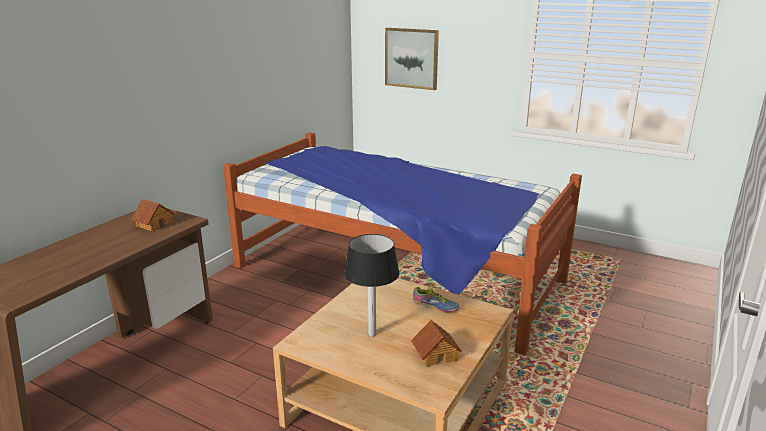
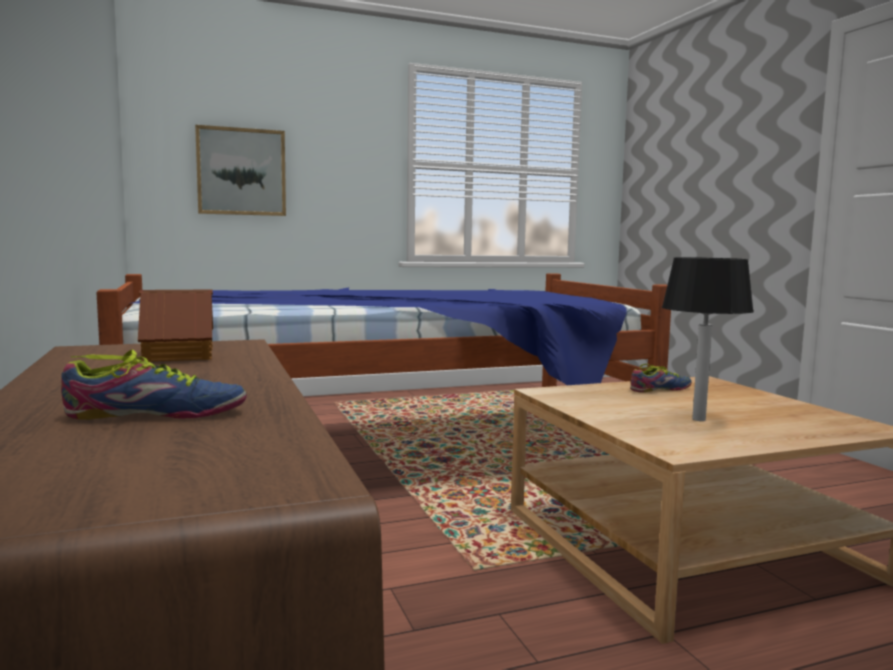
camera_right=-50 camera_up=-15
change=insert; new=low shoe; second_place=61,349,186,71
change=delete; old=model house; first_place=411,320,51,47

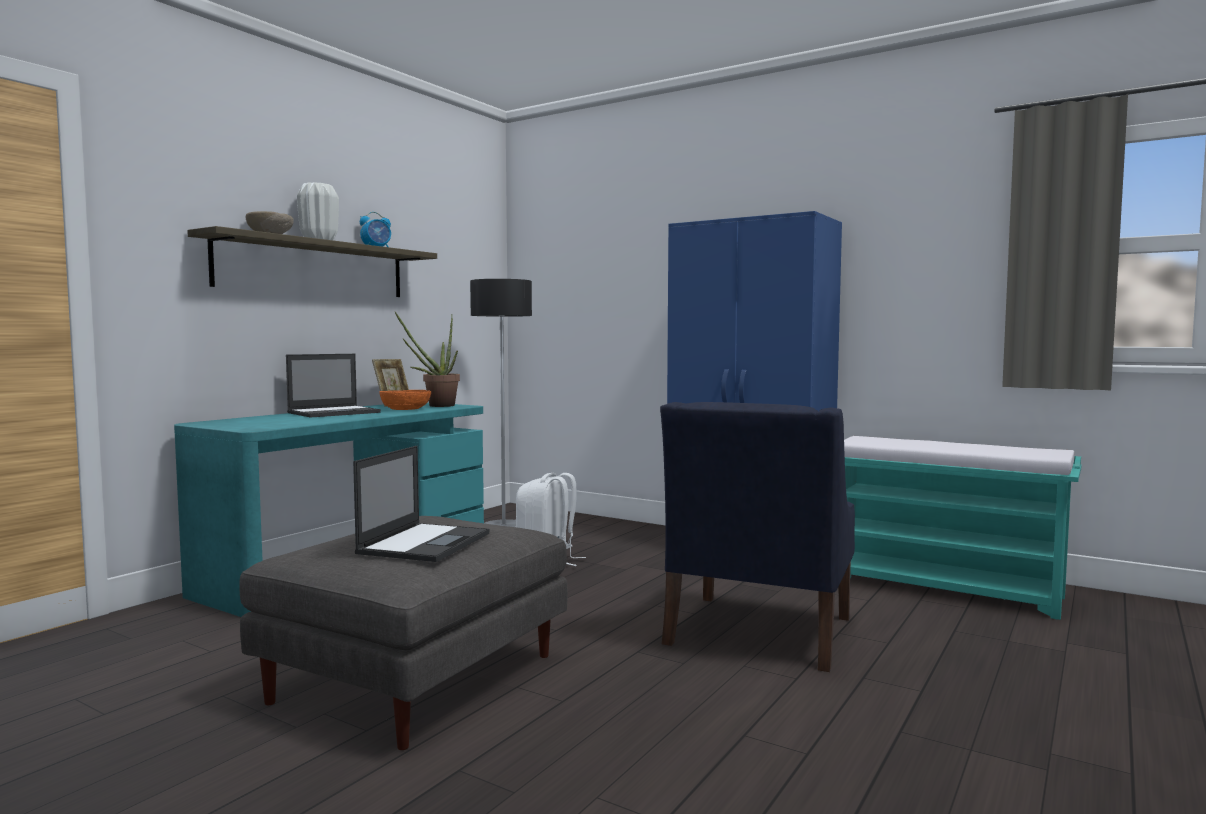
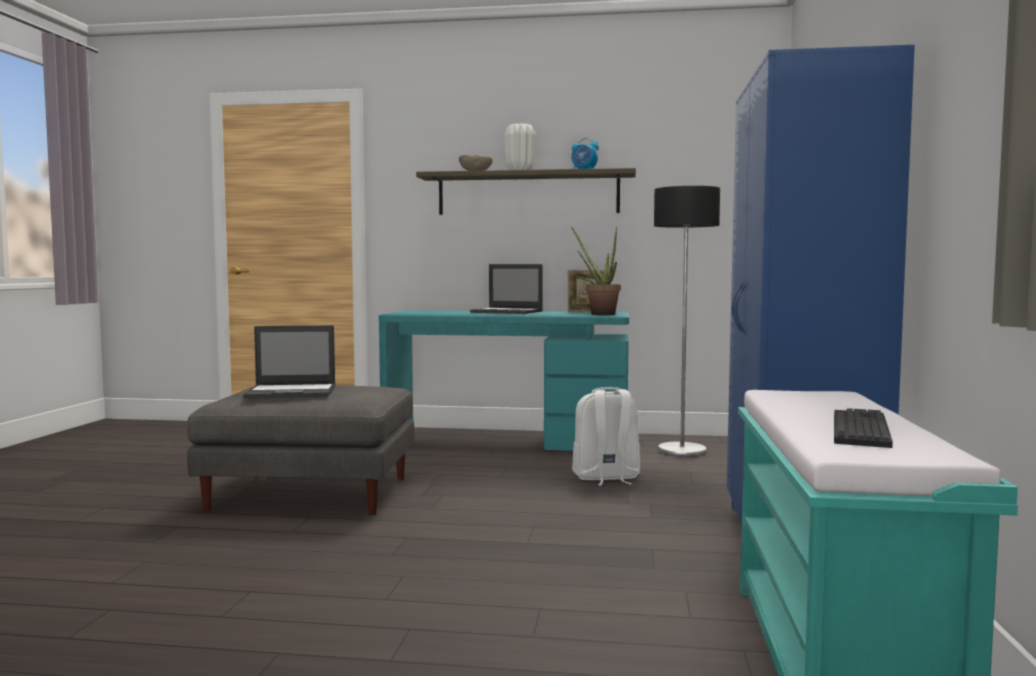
camera_right=65 camera_up=0
change=insert; new=computer keyboard; second_place=834,408,59,40
change=delete; old=orangey serving bowl; first_place=380,390,51,20
change=delete; old=bluish easy chair; first_place=660,402,195,270

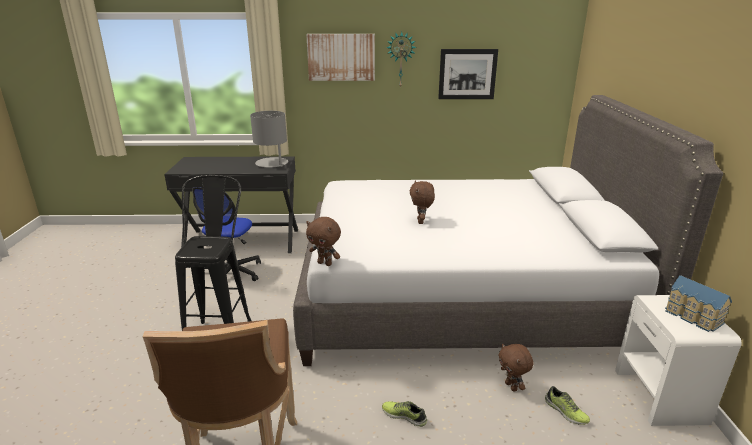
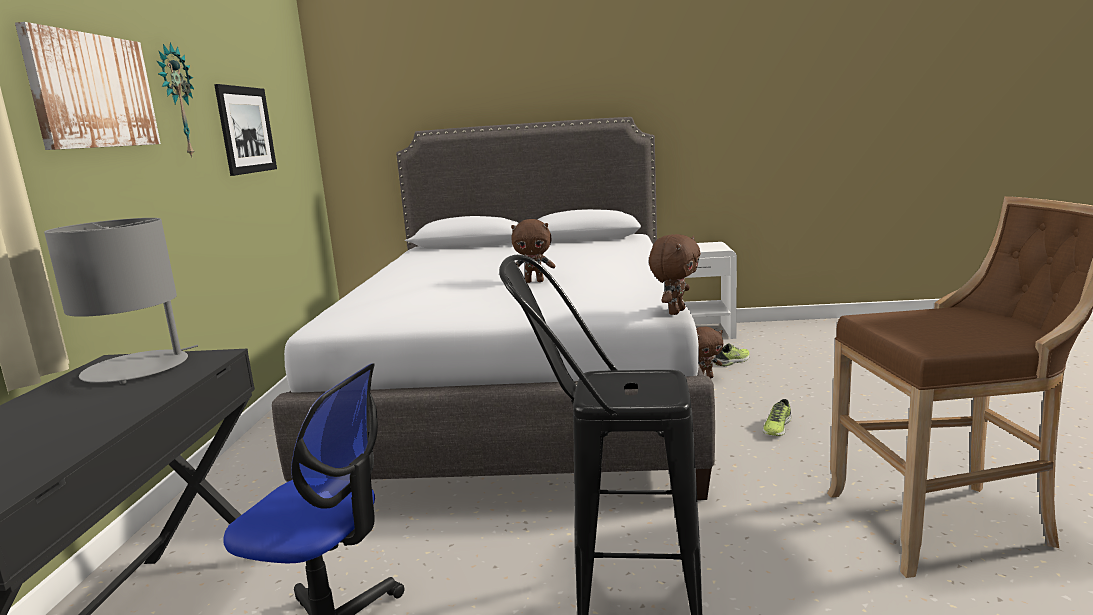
camera_right=-85 camera_up=-10
change=delete; old=model house; first_place=665,275,67,57

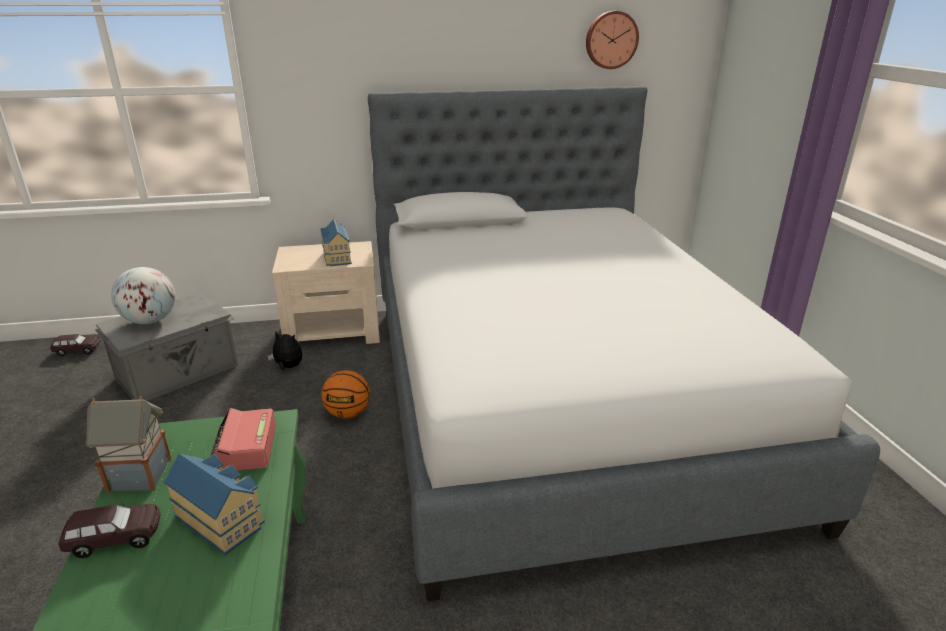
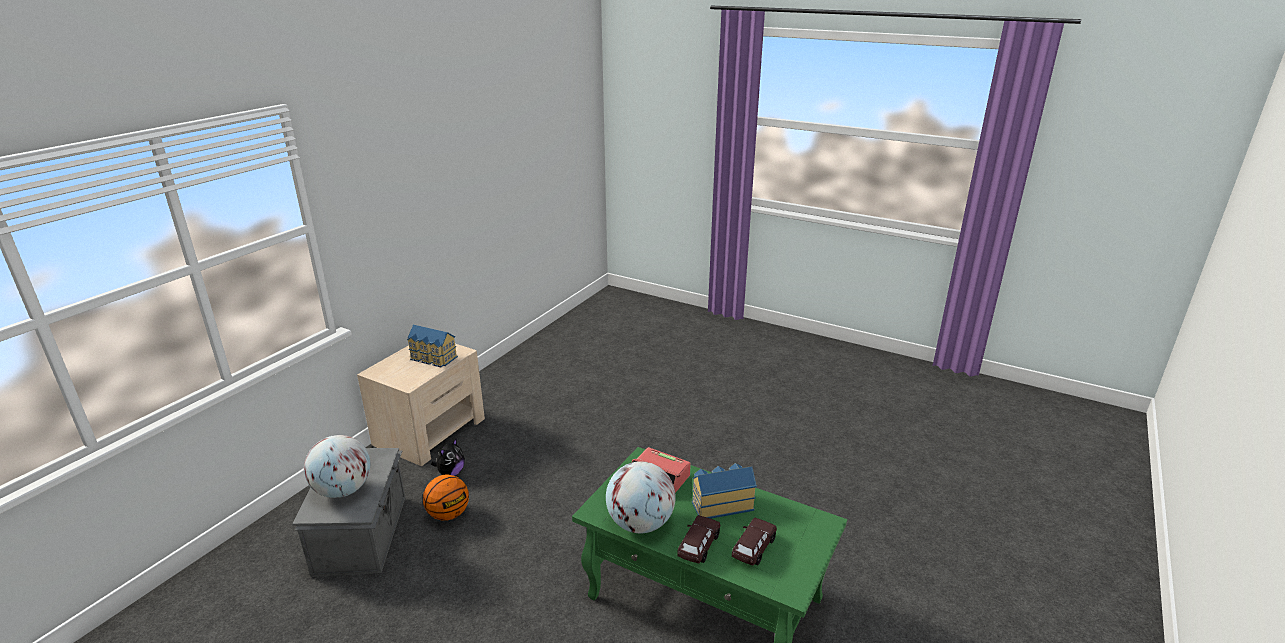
camera_right=-50 camera_up=0
change=move; old=ball for basketball; first_place=321,370,49,48; second_place=423,475,46,46
change=rotate; old=soft toy; first_place=268,331,34,39; second_place=431,438,34,38; degrees=150
change=replace; old=model house; new=world globe; first_place=86,396,85,97; second_place=606,461,70,72
change=move; old=brown toy car; first_place=50,334,50,22; second_place=732,518,45,48
change=delete; old=sleeping bed; first_place=368,86,512,515
change=delete; old=clock on the wall; first_place=586,11,53,58

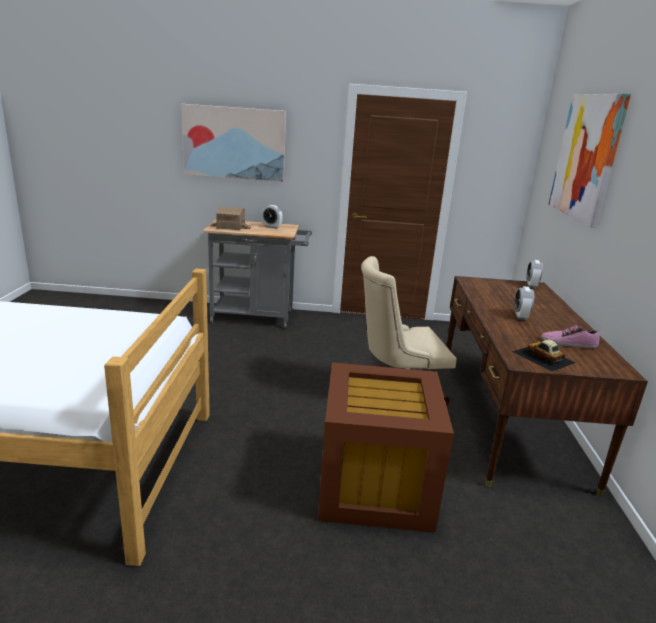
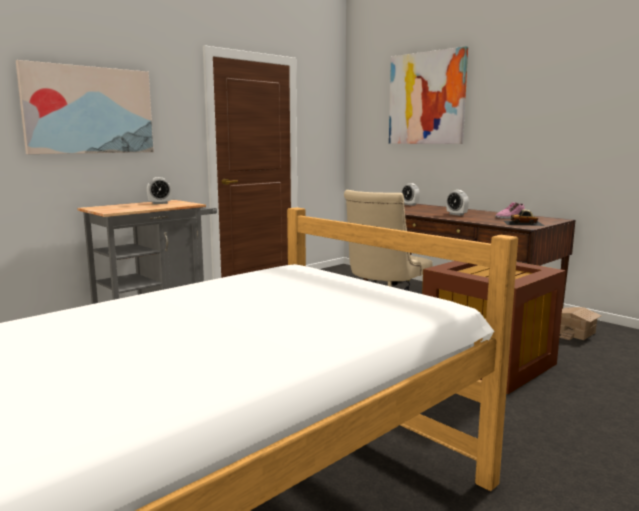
camera_right=-45 camera_up=-10
change=move; old=model house; first_place=211,207,40,23; second_place=559,307,43,33

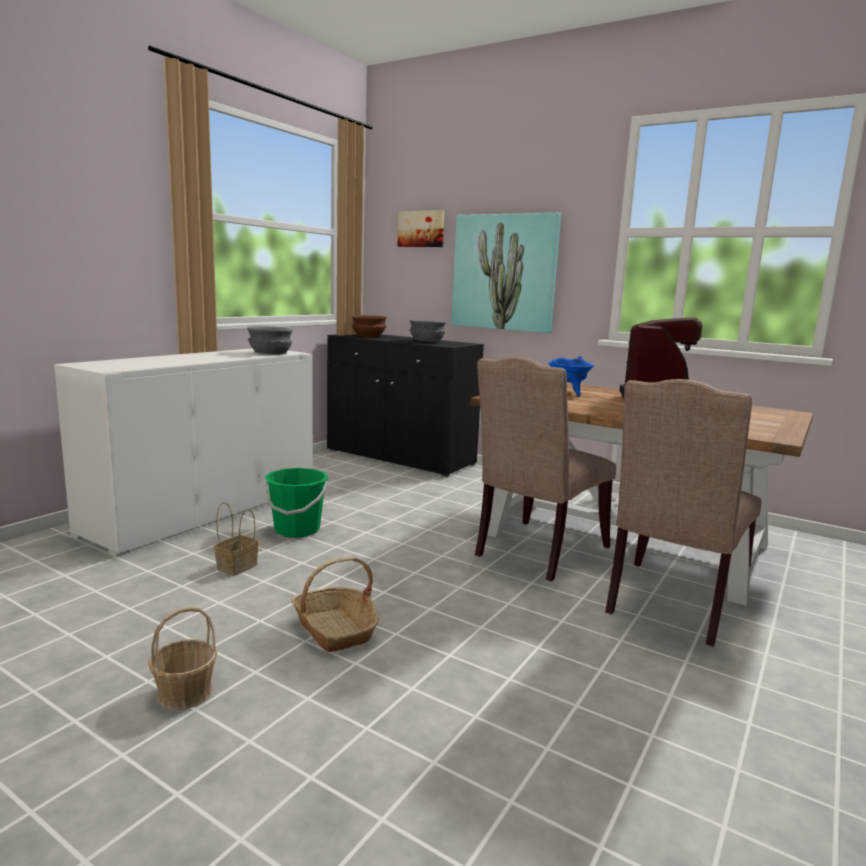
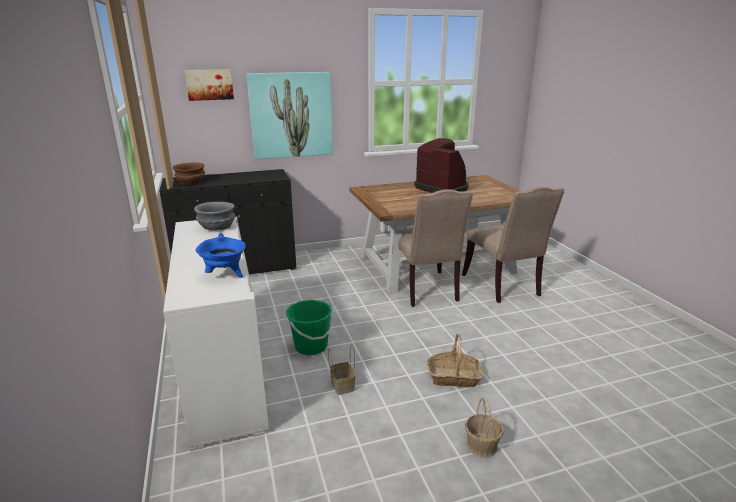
camera_right=-50 camera_up=10
change=move; old=bluish stockpot; first_place=548,356,46,40; second_place=196,233,50,45
change=delete; old=grey serving bowl; first_place=409,319,37,23

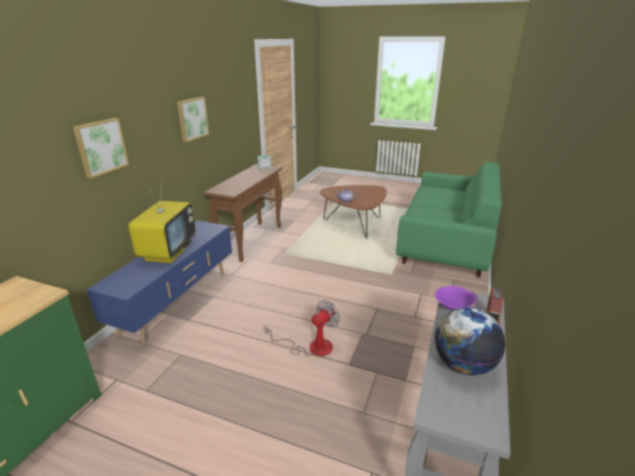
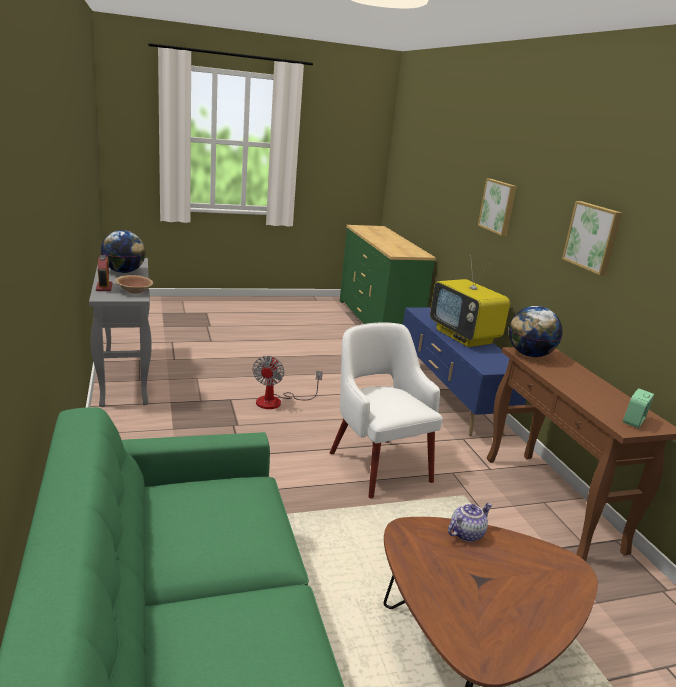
camera_right=140 camera_up=-5
change=recolor; old=purplish serving bowl; new=brown serving bowl; first_place=435,286,44,25; second_place=115,275,38,19
change=insert; new=white easy chair; second_place=330,323,113,176
change=insert; new=world globe; second_place=509,306,54,51

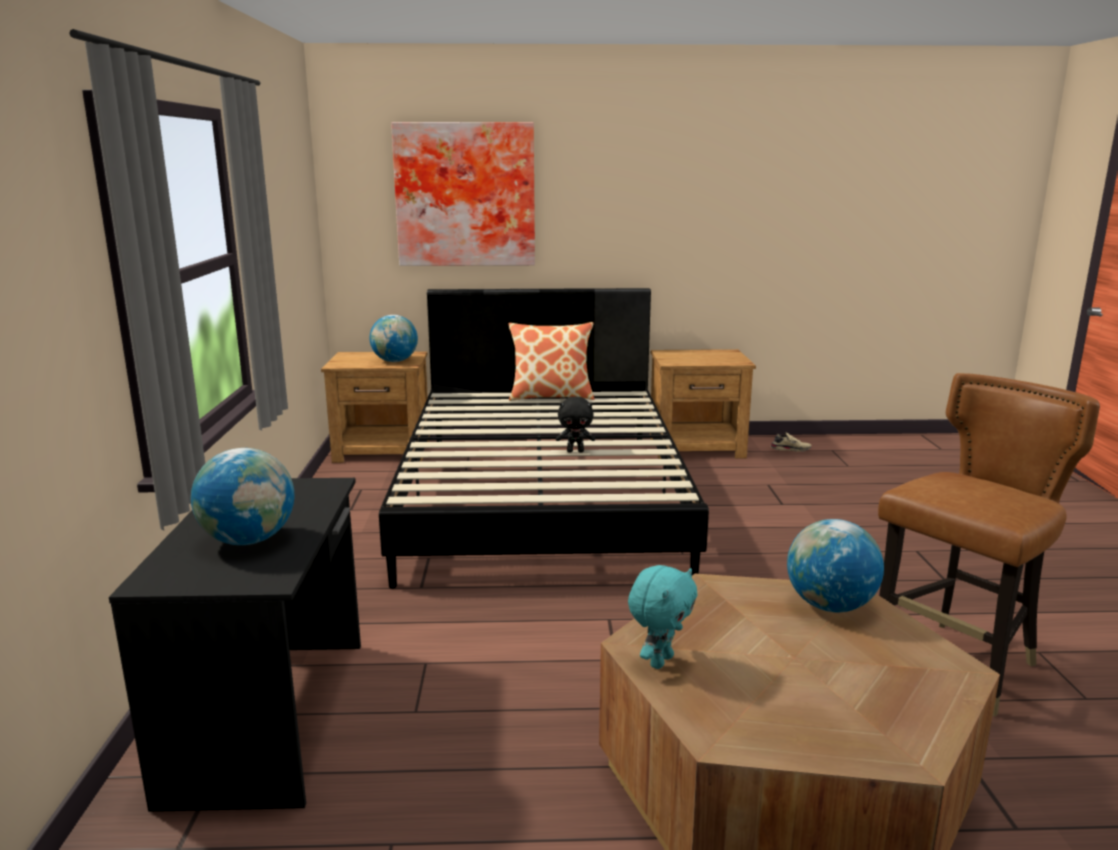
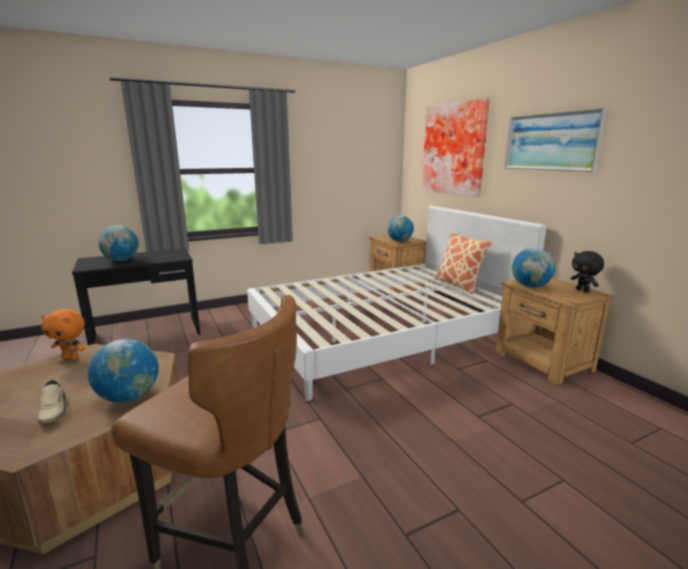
camera_right=65 camera_up=0
change=move; old=beige-coloured low shoe; first_place=770,432,42,20; second_place=37,380,31,44
change=recolor; old=turquoise soft toy; new=orangey soft toy; first_place=628,565,70,104; second_place=41,309,45,51
change=recolor; old=black sleeping bed; new=white sleeping bed; first_place=379,288,330,301; second_place=247,206,300,195
change=insert; new=wall art; second_place=504,107,103,65
change=insert; new=world globe; second_place=512,248,43,40
change=move; old=black soft toy; first_place=556,396,39,56; second_place=571,251,33,42

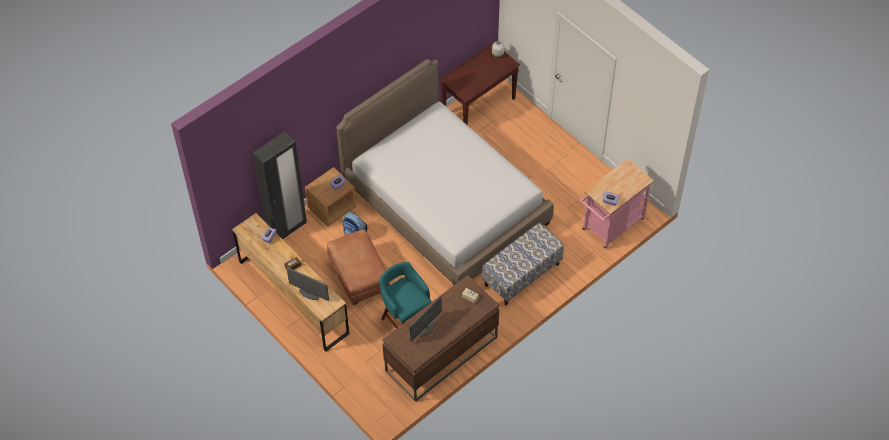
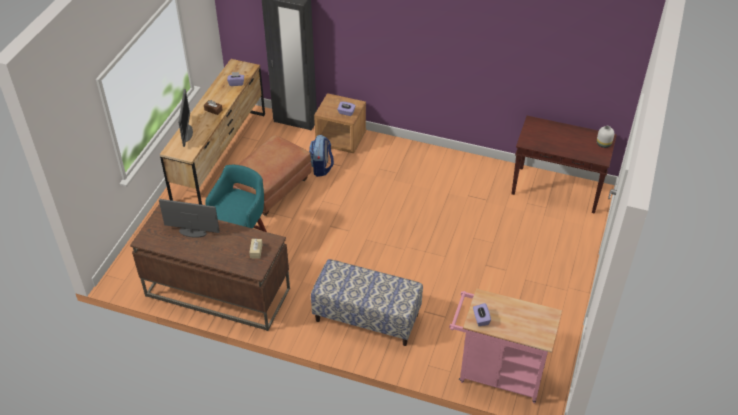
camera_right=60 camera_up=-10
change=delete; old=sleeping bed; first_place=336,59,218,227

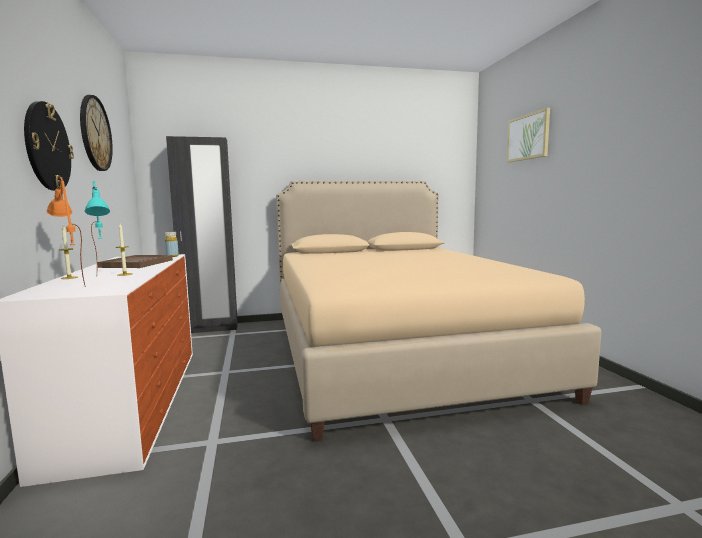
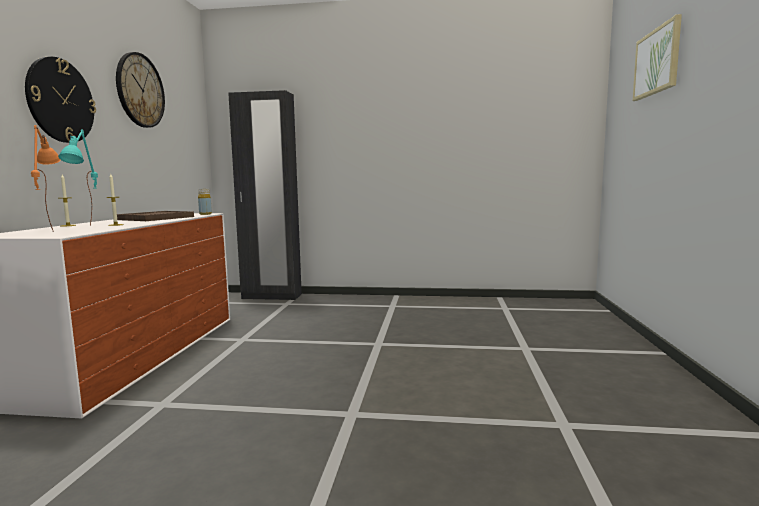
camera_right=20 camera_up=0
change=delete; old=beige-coloured sleeping bed; first_place=276,181,325,260

